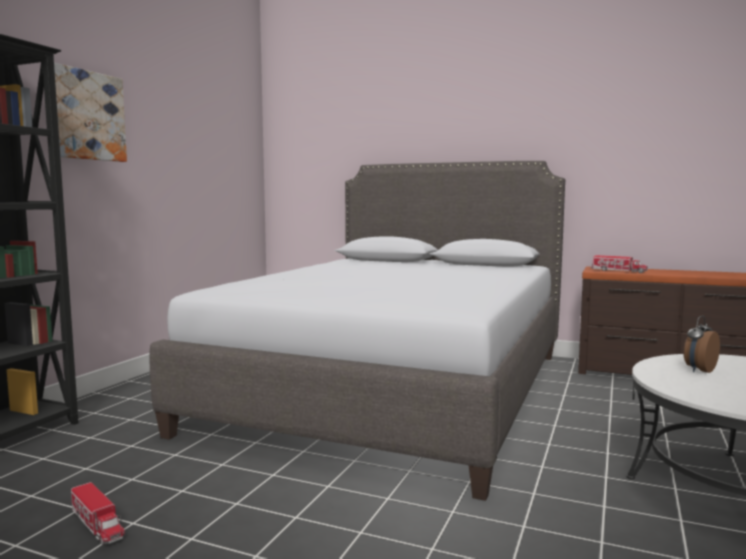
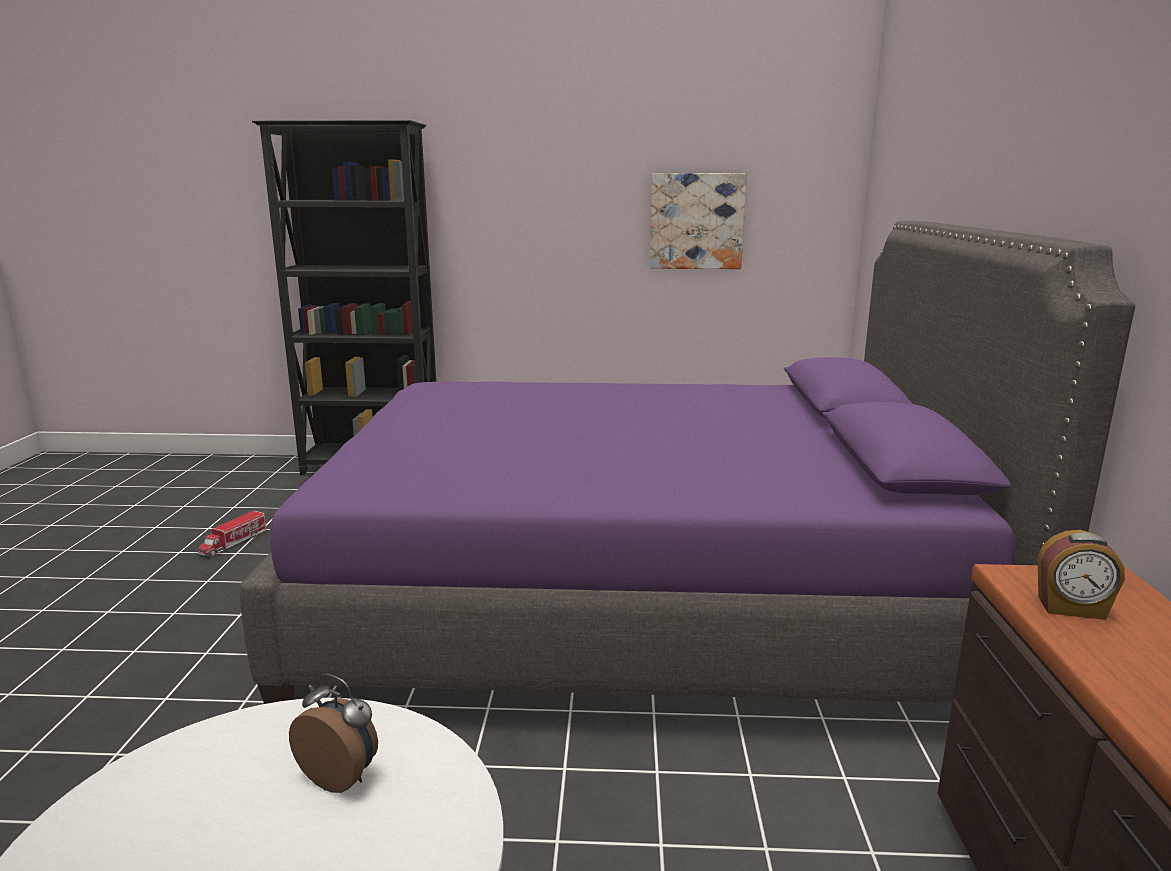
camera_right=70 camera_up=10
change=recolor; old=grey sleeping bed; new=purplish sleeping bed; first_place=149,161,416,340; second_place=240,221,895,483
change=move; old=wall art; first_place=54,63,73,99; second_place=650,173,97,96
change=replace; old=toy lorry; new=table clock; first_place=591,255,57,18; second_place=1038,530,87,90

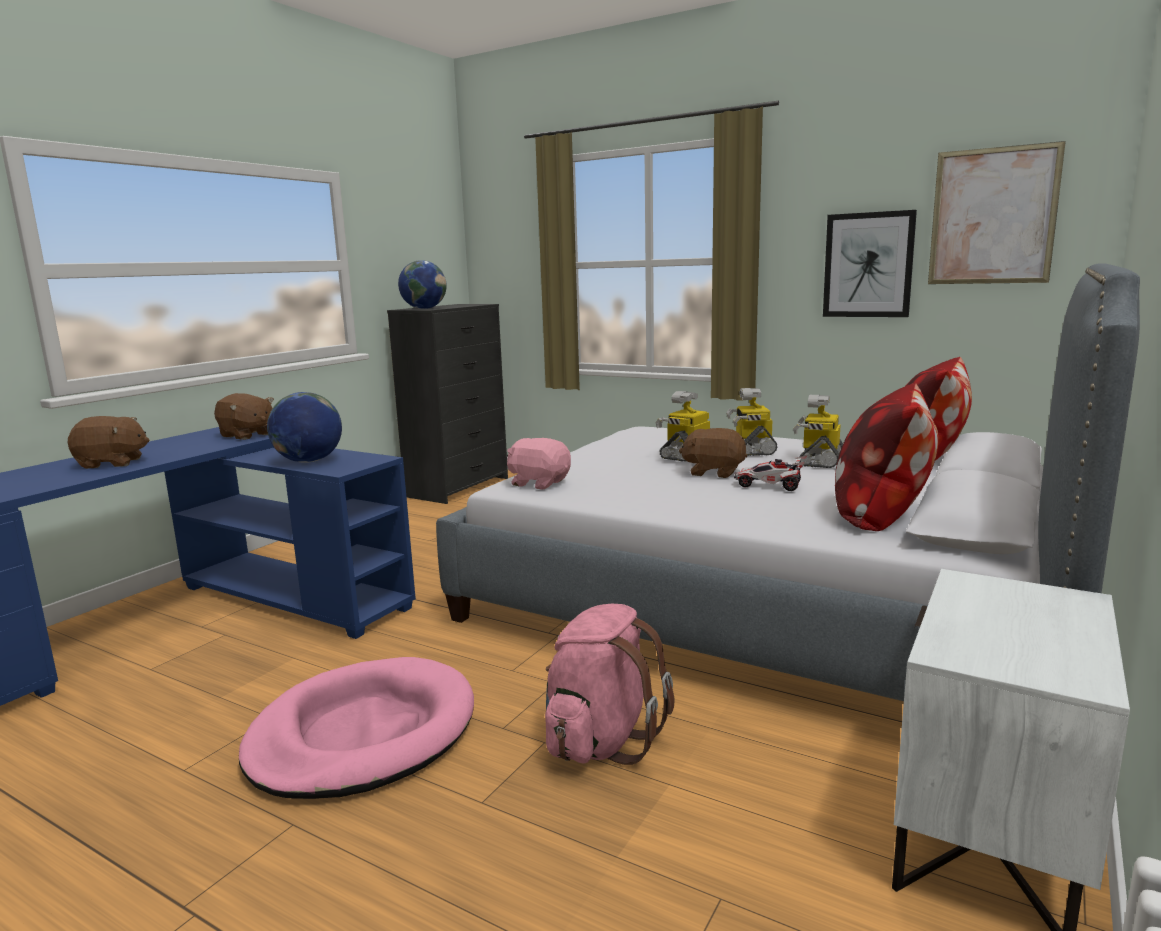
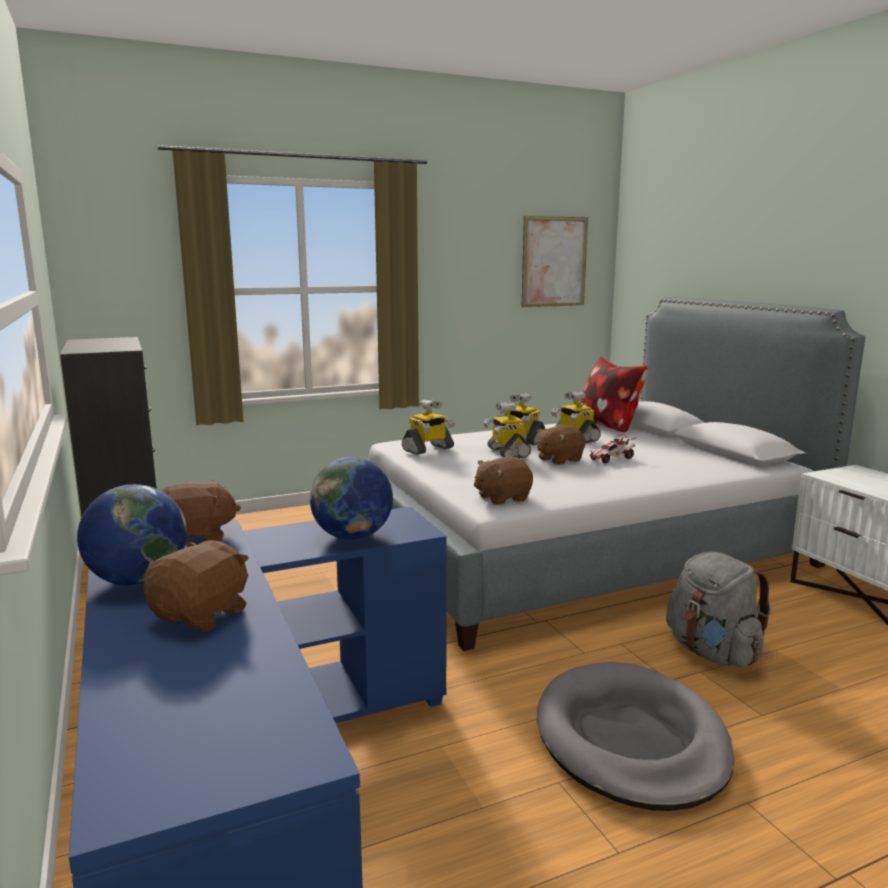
camera_right=-55 camera_up=0
change=move; old=world globe; first_place=398,260,49,49; second_place=77,484,110,102
change=insert; new=model robot; second_place=402,399,53,56
change=recolor; old=pink-coloured soft toy; new=brown soft toy; first_place=507,438,64,52; second_place=474,457,59,48
change=recolor; old=pink-coloured dog cushion; new=grey dog cushion; first_place=239,657,235,142; second_place=537,662,197,149
change=recolor; old=pink-coloured rucksack; new=grey rucksack; first_place=545,604,129,161; second_place=666,552,106,116
change=delete; old=wall art; first_place=823,210,94,107
change=delete; old=pillow; first_place=835,383,103,148

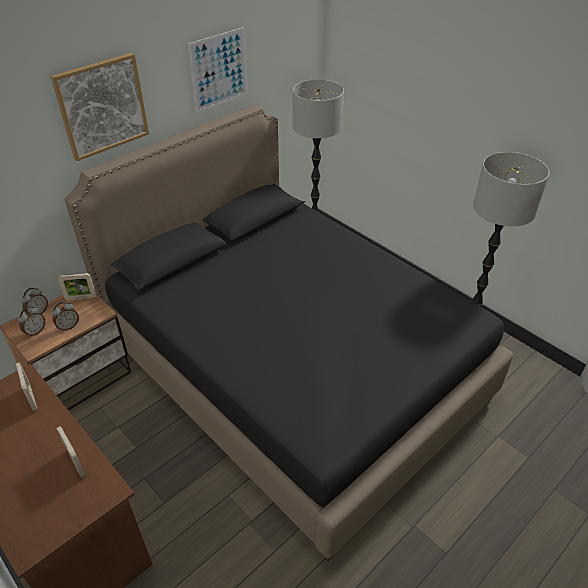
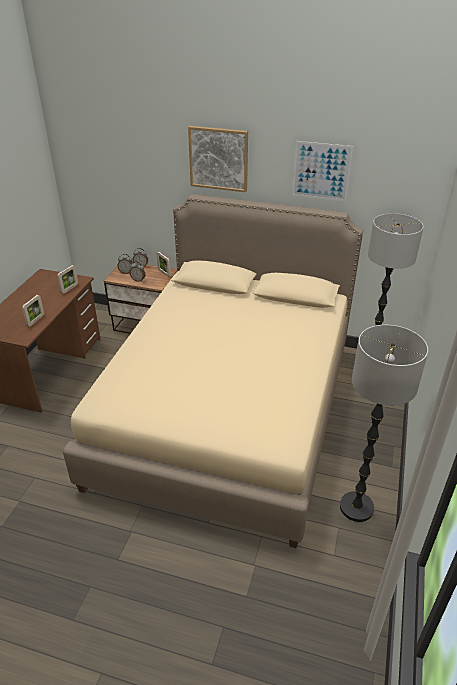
camera_right=60 camera_up=-5
change=recolor; old=black sleeping bed; new=beige-coloured sleeping bed; first_place=64,105,449,456; second_place=63,194,300,354

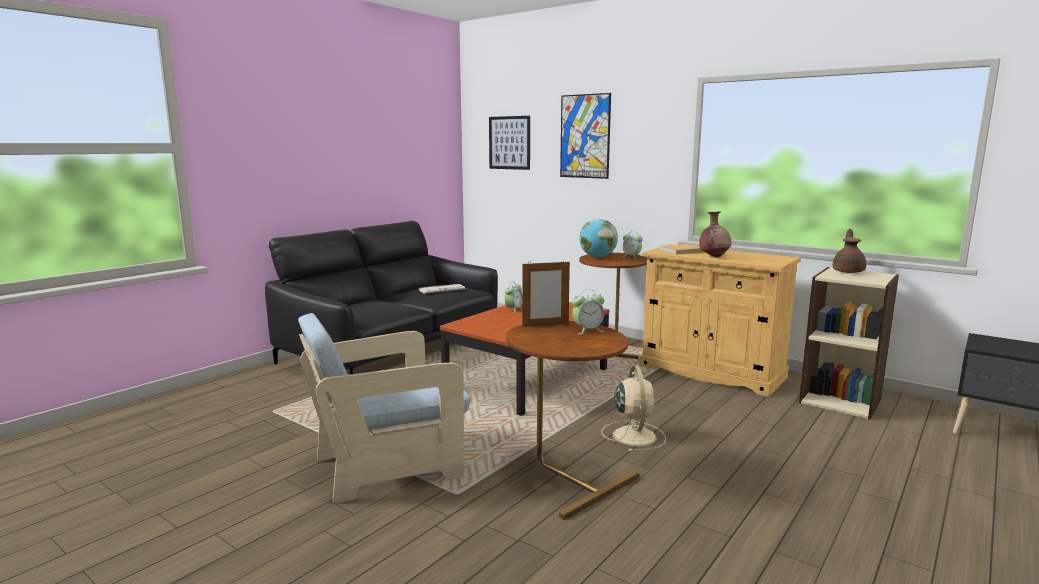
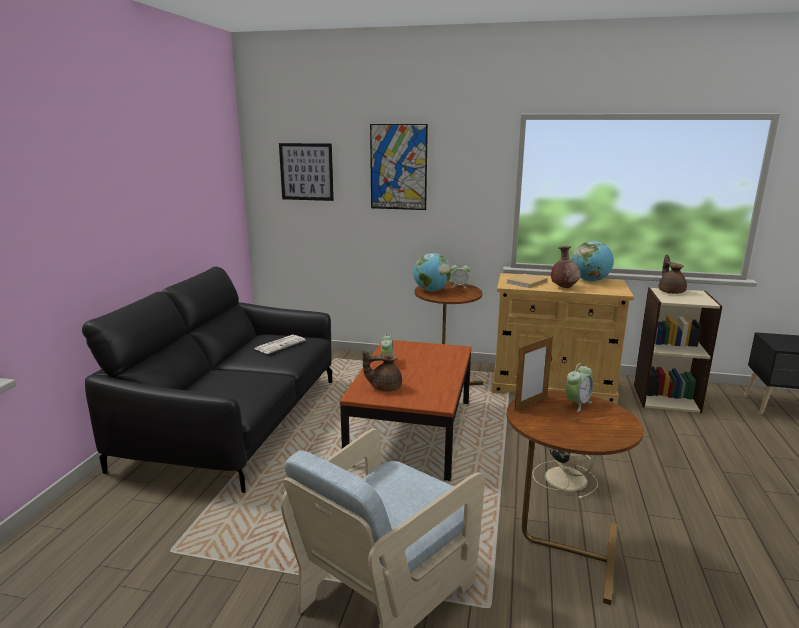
camera_right=-25 camera_up=5
change=insert; new=brown teapot; second_place=363,350,39,42
change=insert; new=world globe; second_place=571,241,43,41

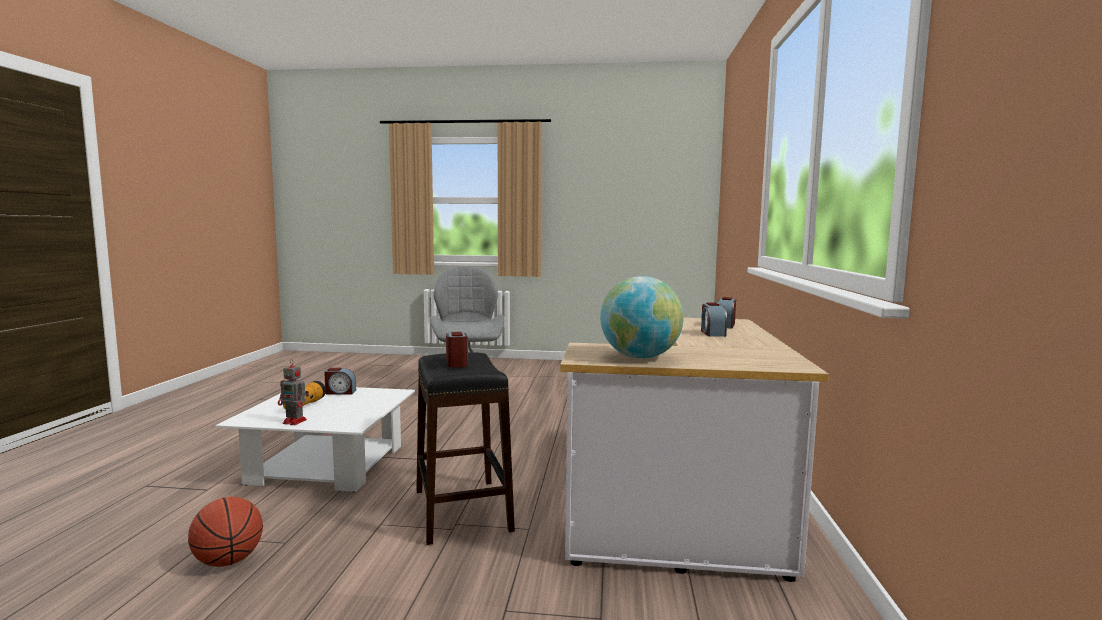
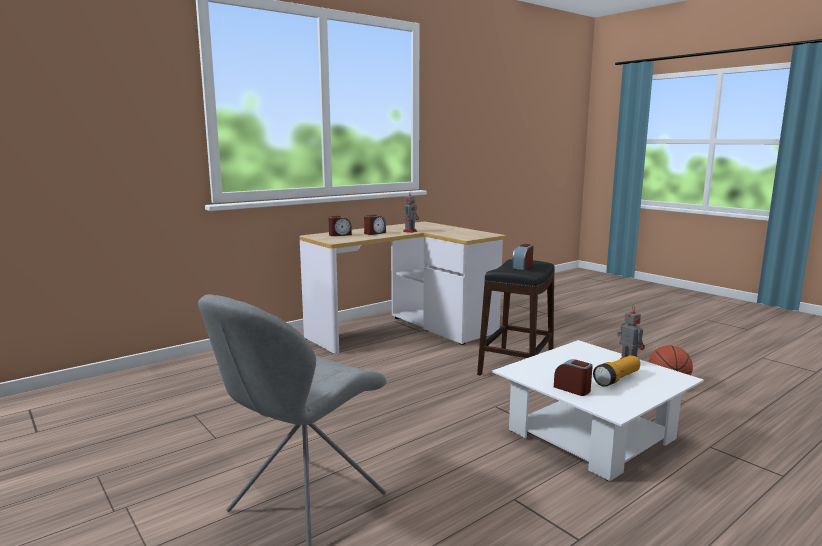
camera_right=-135 camera_up=5
change=insert; new=model robot; second_place=403,191,16,42
change=delete; old=world globe; first_place=600,276,84,83

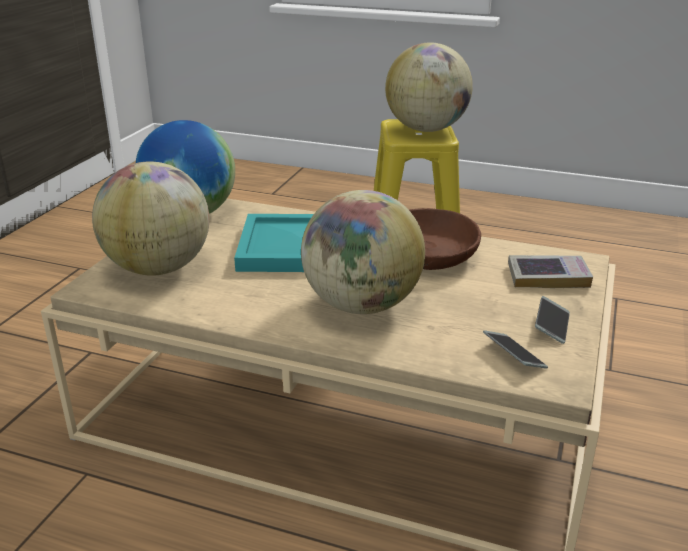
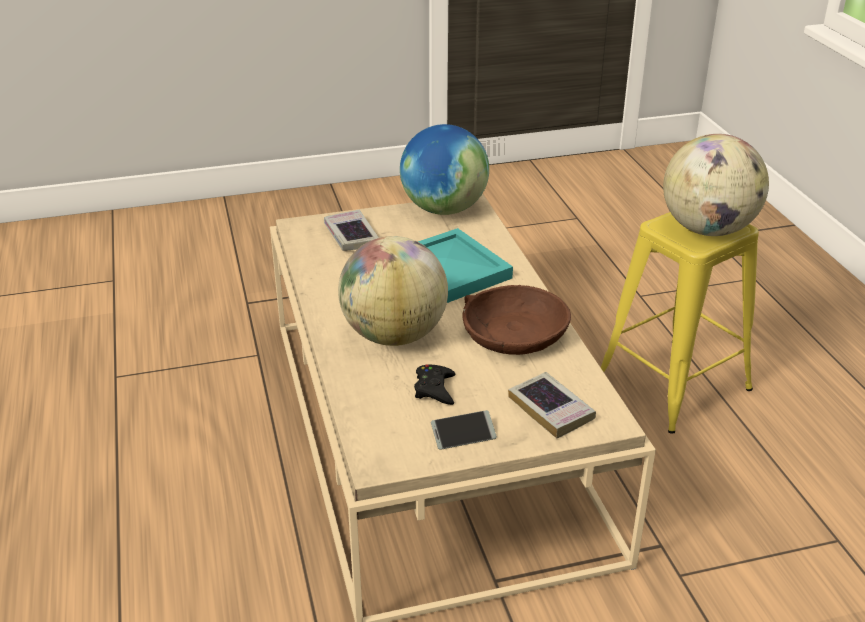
camera_right=55 camera_up=5
change=replace; old=world globe; new=bound book; first_place=92,162,117,114; second_place=324,210,55,41
change=insert; new=black game controller; second_place=414,364,42,41
change=delete; old=handset; first_place=483,330,65,39

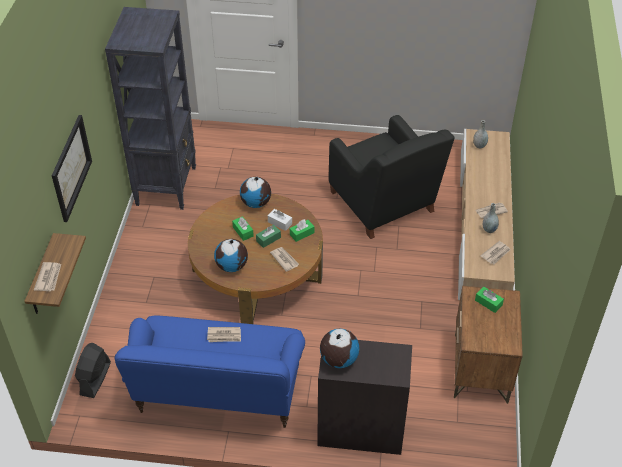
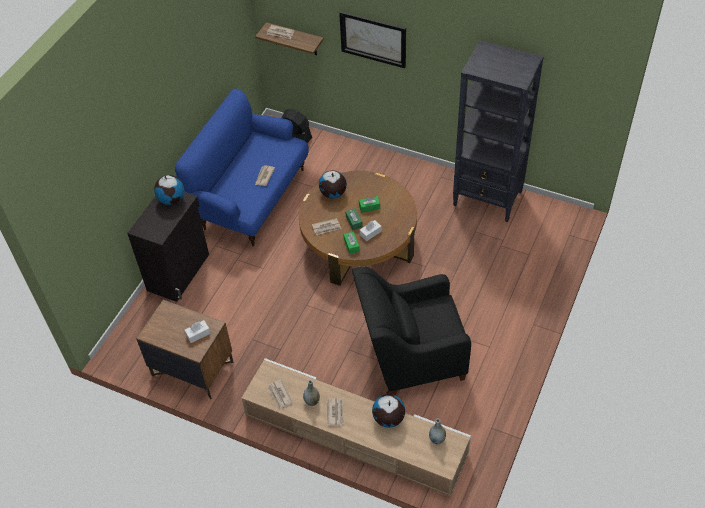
camera_right=110 camera_up=5
change=recolor; old=green-coloured box of tissues; new=white box of tissues; first_place=475,286,29,27; second_place=184,320,27,23
change=move; old=world globe; first_place=240,177,31,31; second_place=372,394,33,34

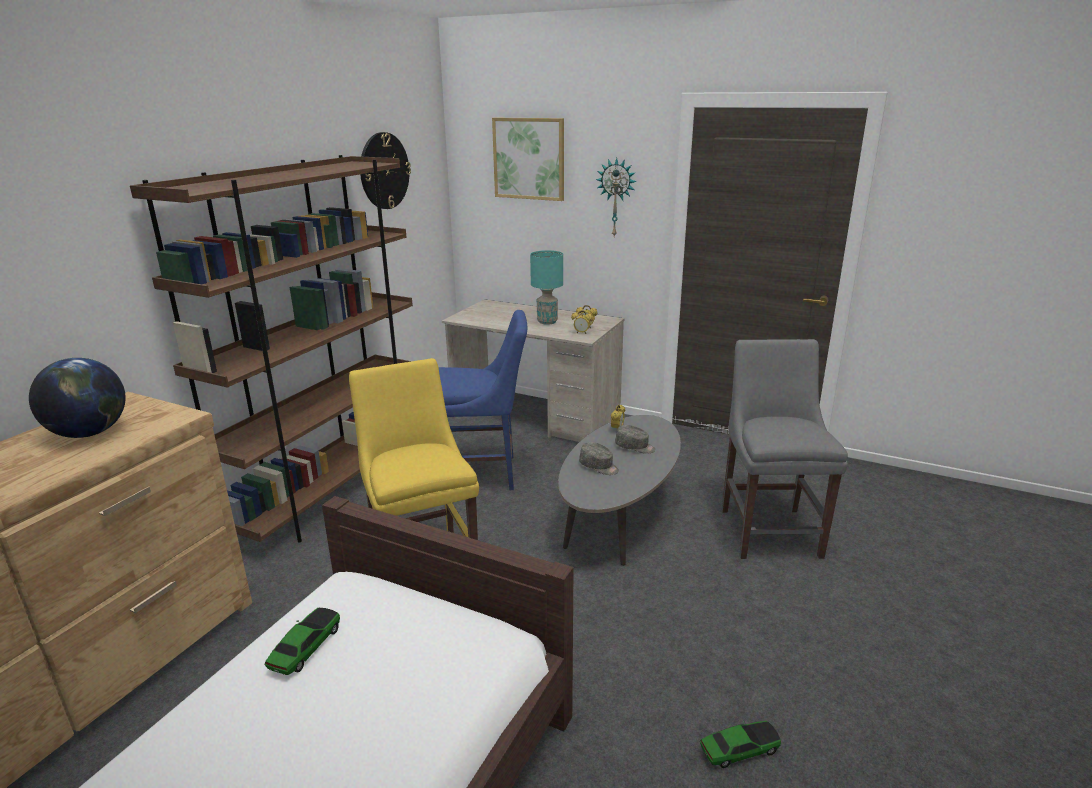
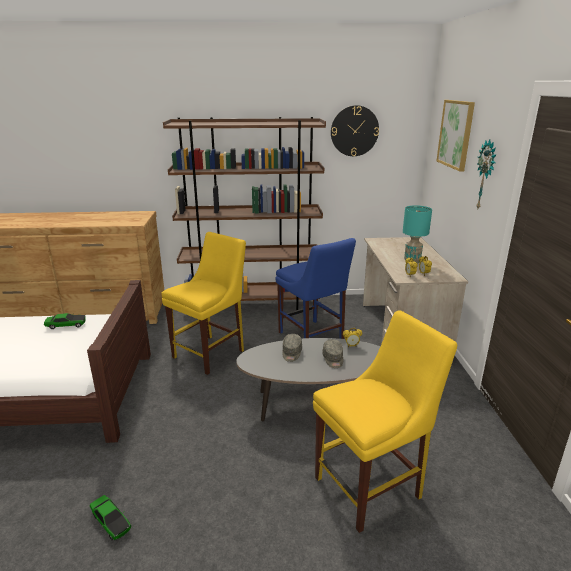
camera_right=60 camera_up=0
change=recolor; old=grey chair; new=yellow chair; first_place=722,339,126,220; second_place=313,310,144,223
change=delete; old=world globe; first_place=29,358,97,80

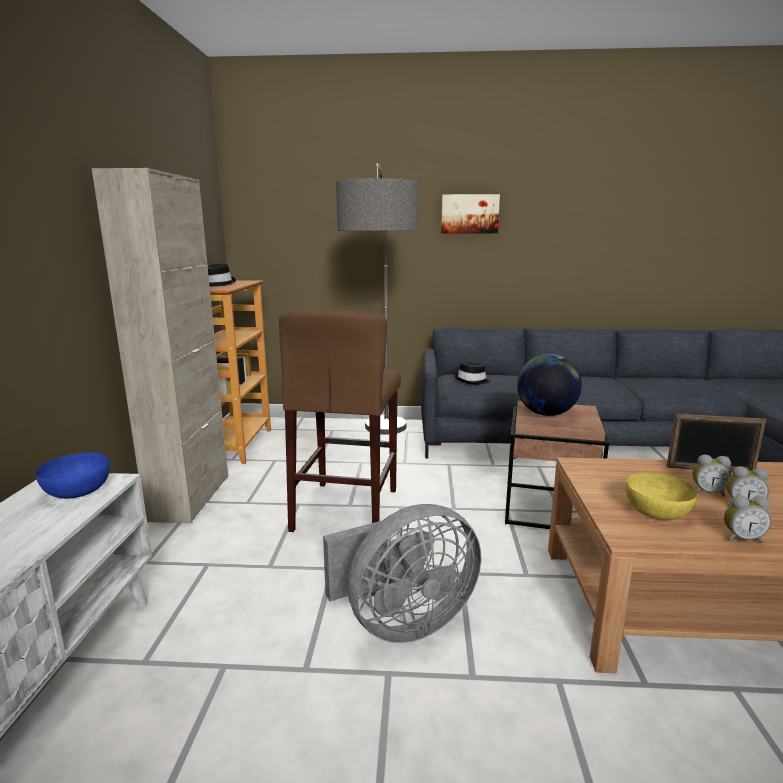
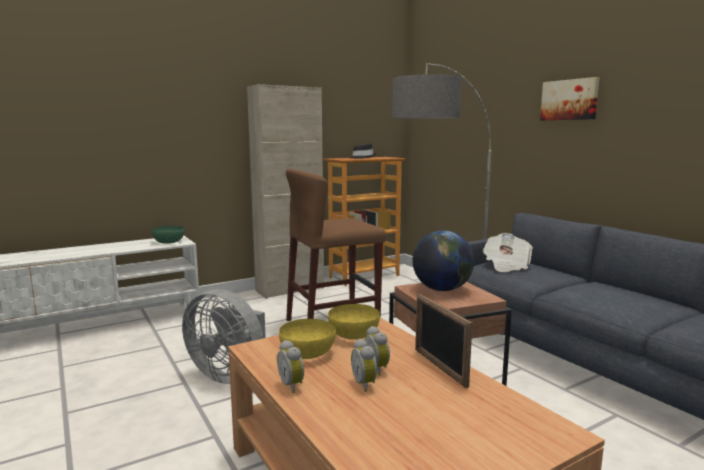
camera_right=55 camera_up=-5
change=recolor; old=bluish serving bowl; new=green-coloured serving bowl; first_place=36,452,74,47; second_place=152,226,32,18
change=insert; new=yellow serving bowl; second_place=328,304,52,36
change=replace; old=black wearable hat; new=daily paper; first_place=454,362,37,22; second_place=483,233,50,39

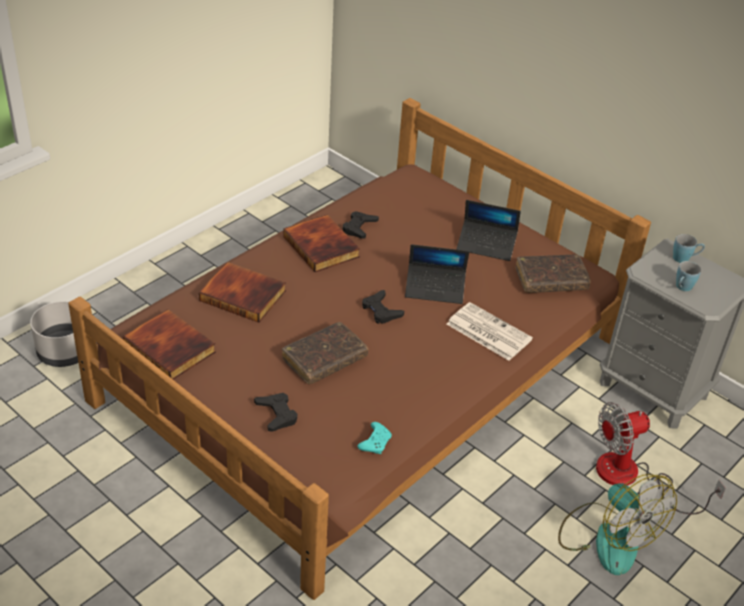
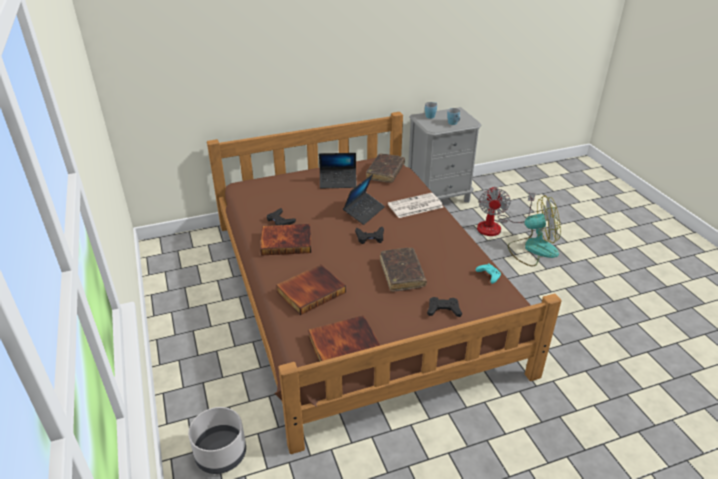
camera_right=-60 camera_up=-5
change=rotate; old=portable computer; first_place=457,200,64,61; second_place=319,153,38,35; degrees=45

